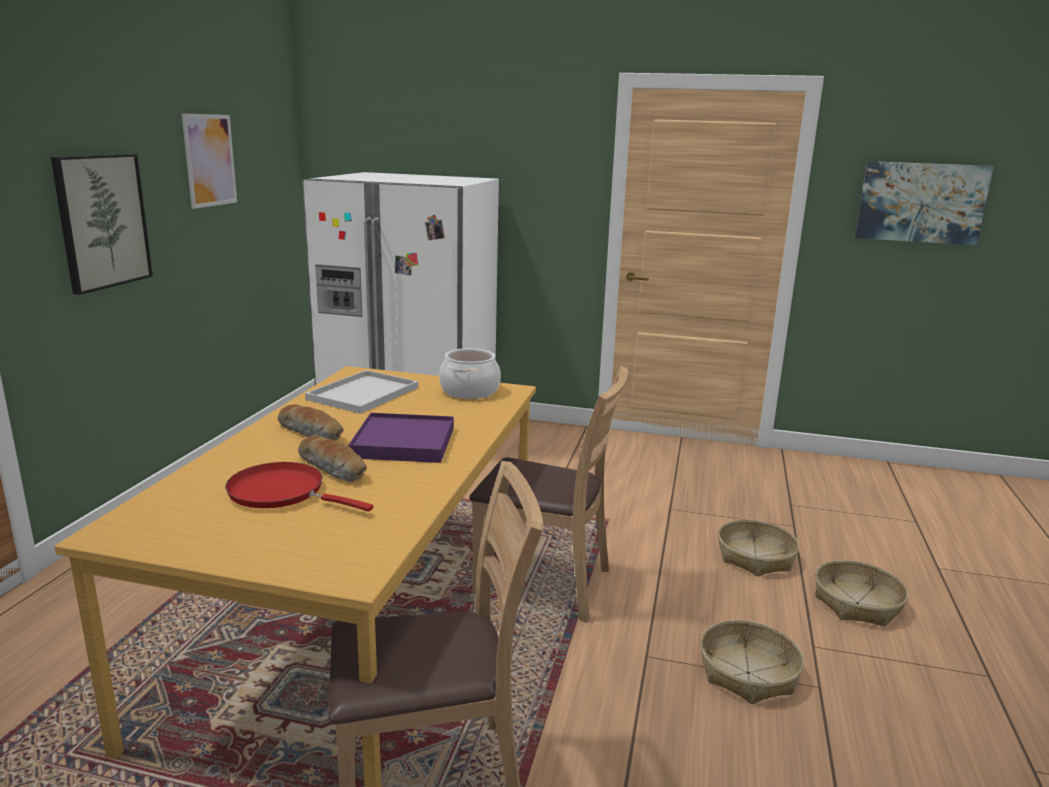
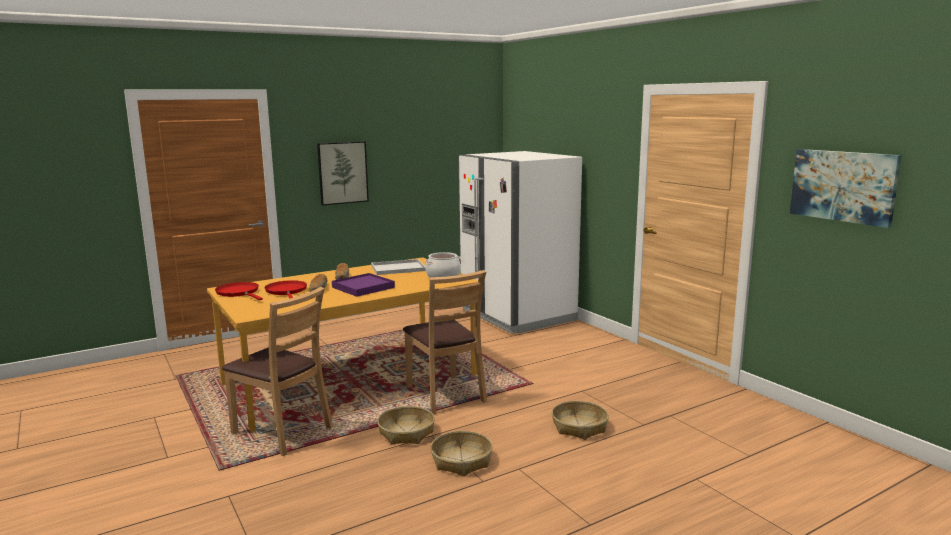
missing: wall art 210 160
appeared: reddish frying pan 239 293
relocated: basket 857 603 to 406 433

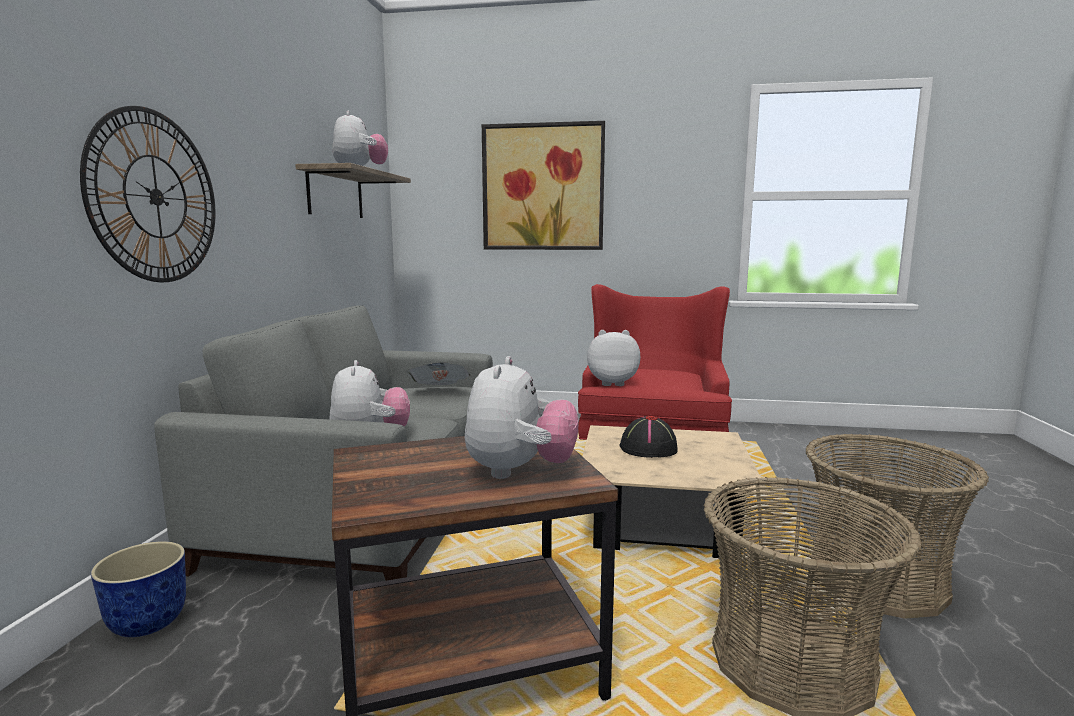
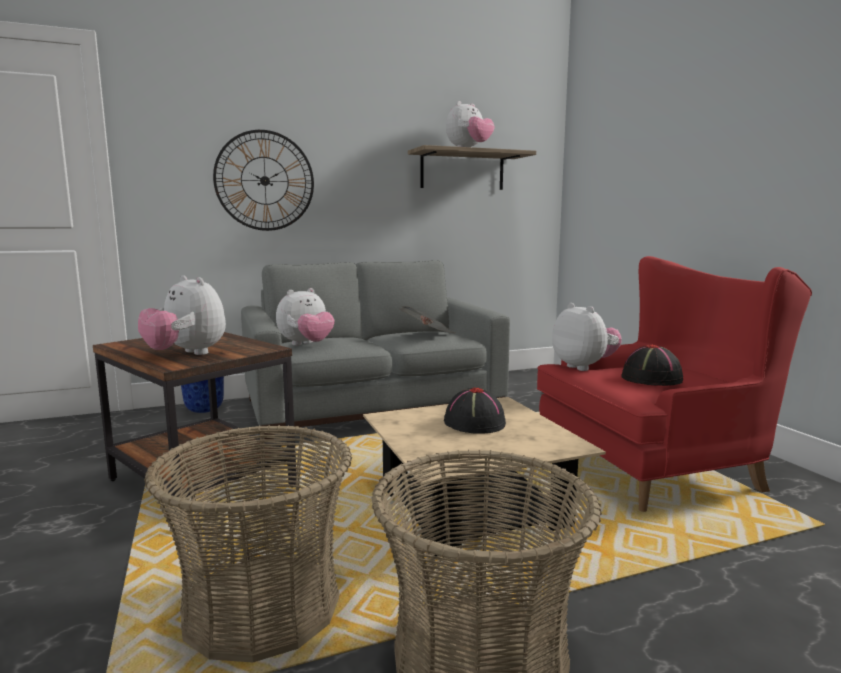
missing: wall art 543 187
appeared: blackish clothing hat 652 378
spun: soft toy 519 471 = 186 354 60 degrees clockwise

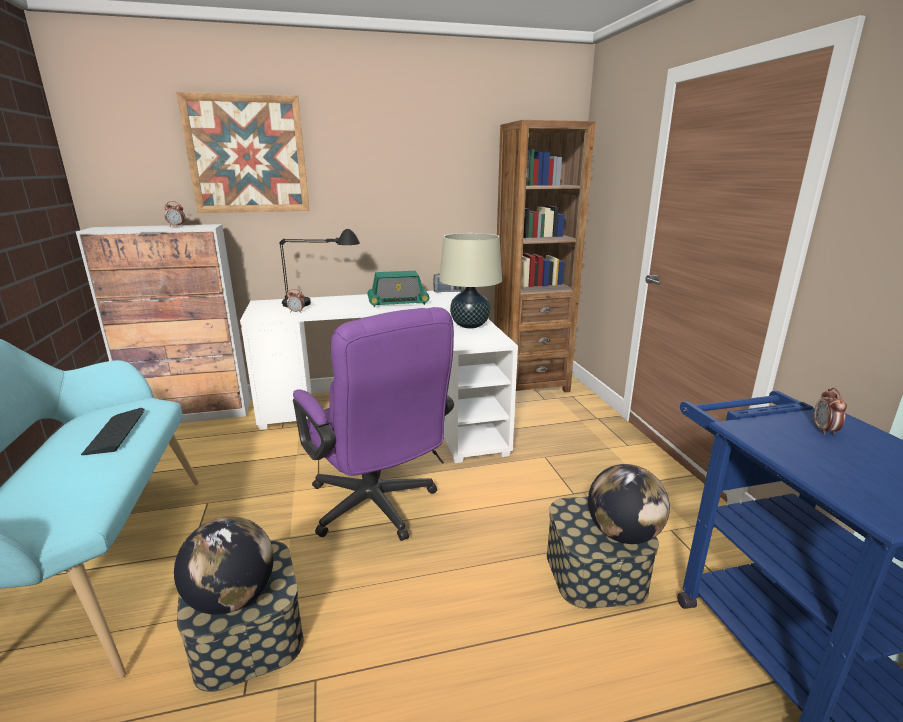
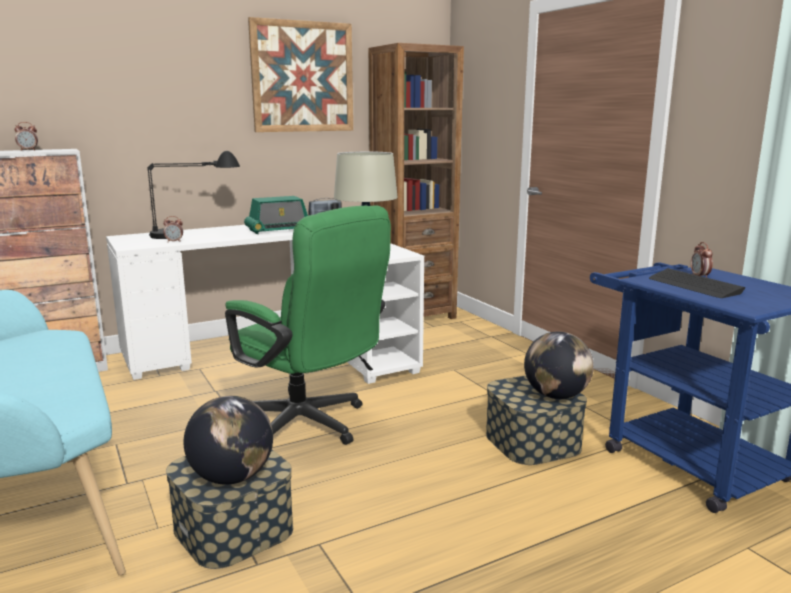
relocated: computer keyboard 115 432 to 694 285; wall art 247 155 to 302 77
colour: purplish office chair 377 509 to green office chair 308 426

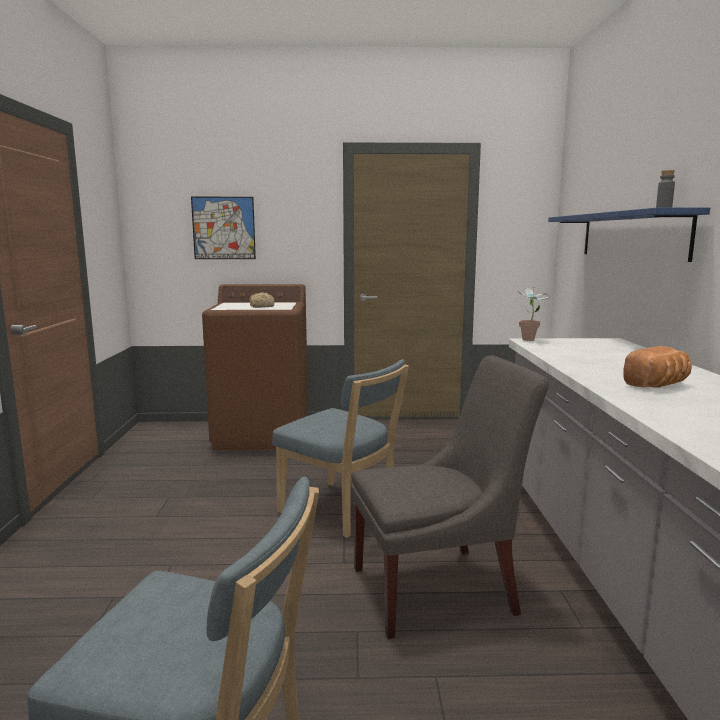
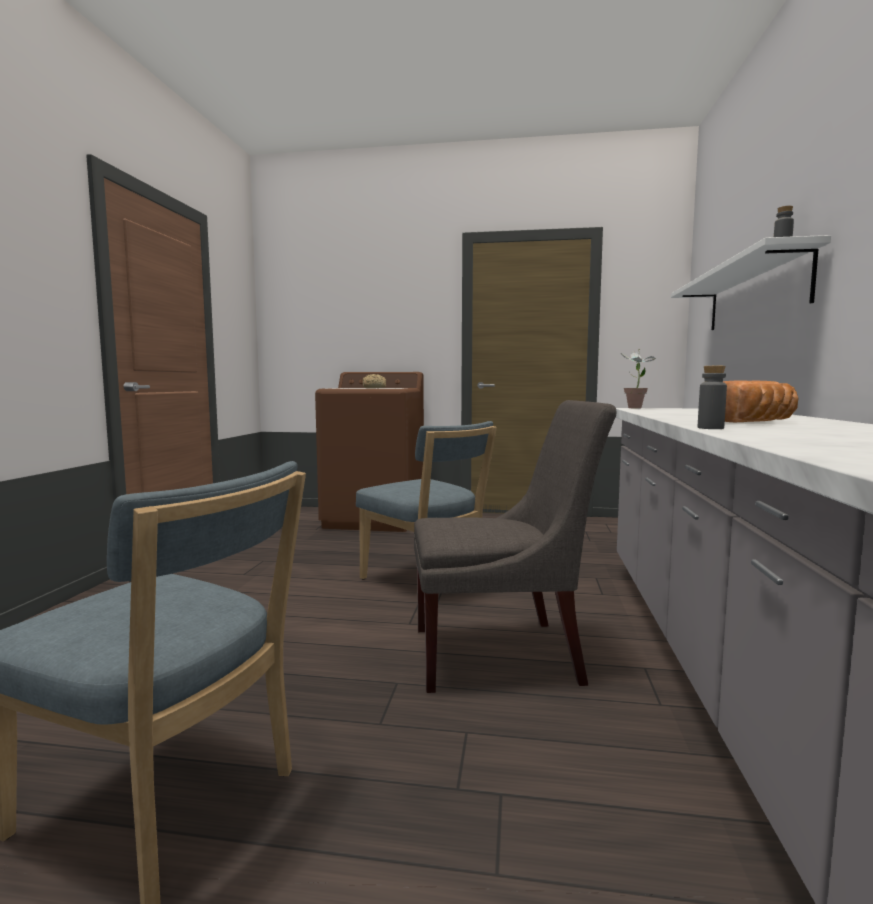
missing: wall art 223 228
appeared: grey beverage bottle 710 428
colour: blue bracket shelf 631 235 to whitish bracket shelf 754 295

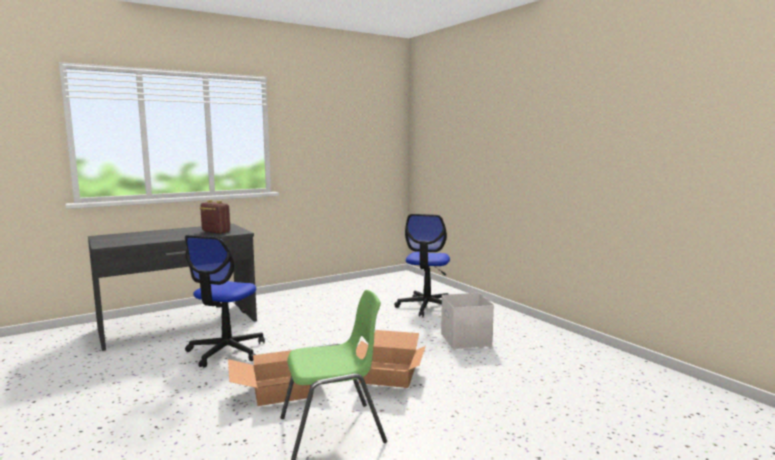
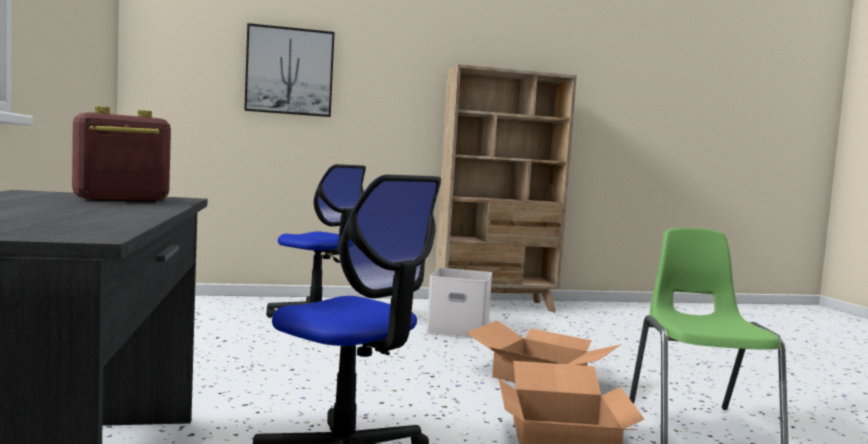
appeared: wall art 289 71; beige-coloured shelving unit 495 306

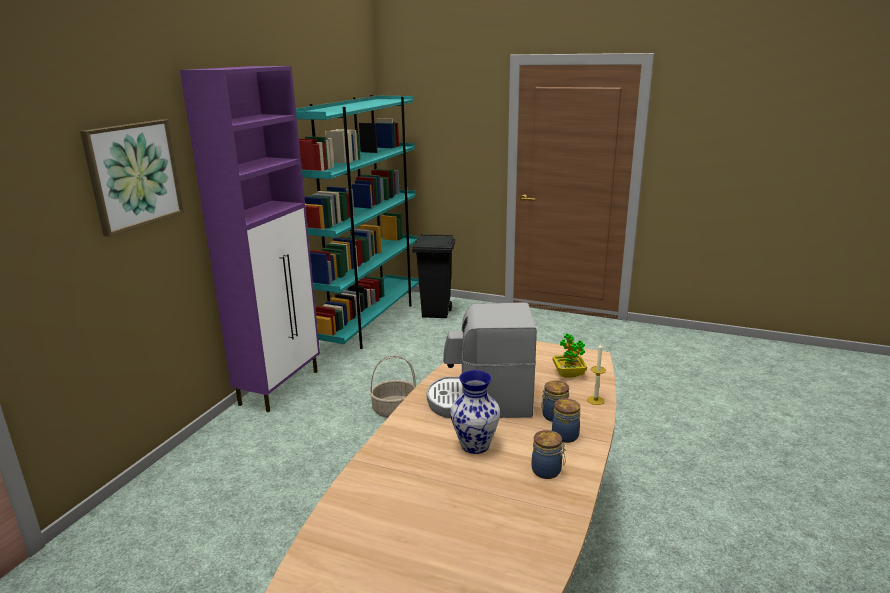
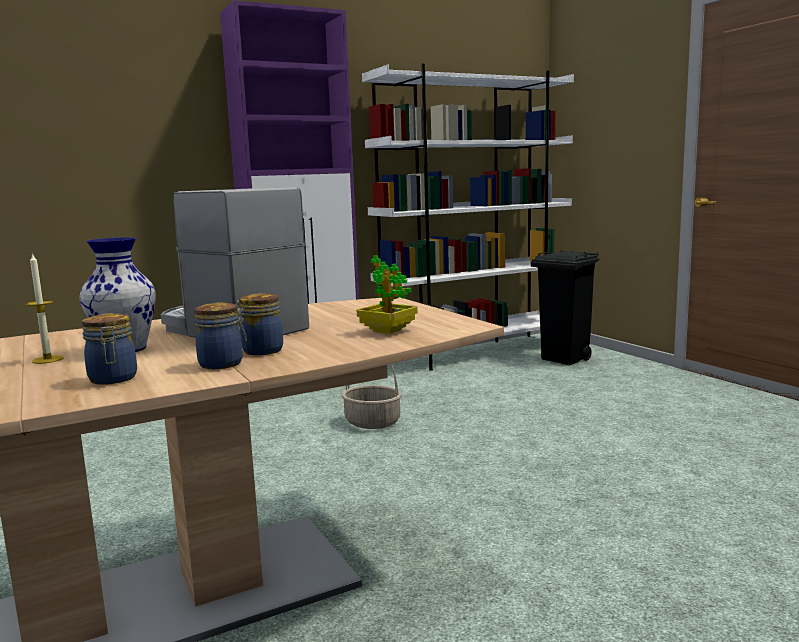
missing: wall art 133 175
relocated: wax candle 595 400 to 47 359
colour: turquoise-coloured shelving unit 368 322 to whitish shelving unit 475 353

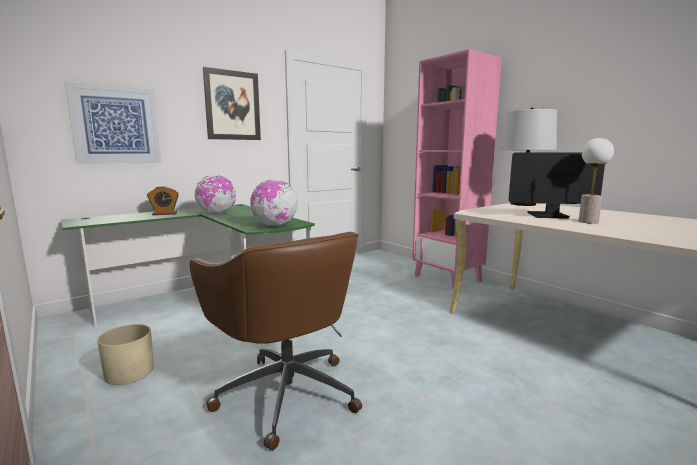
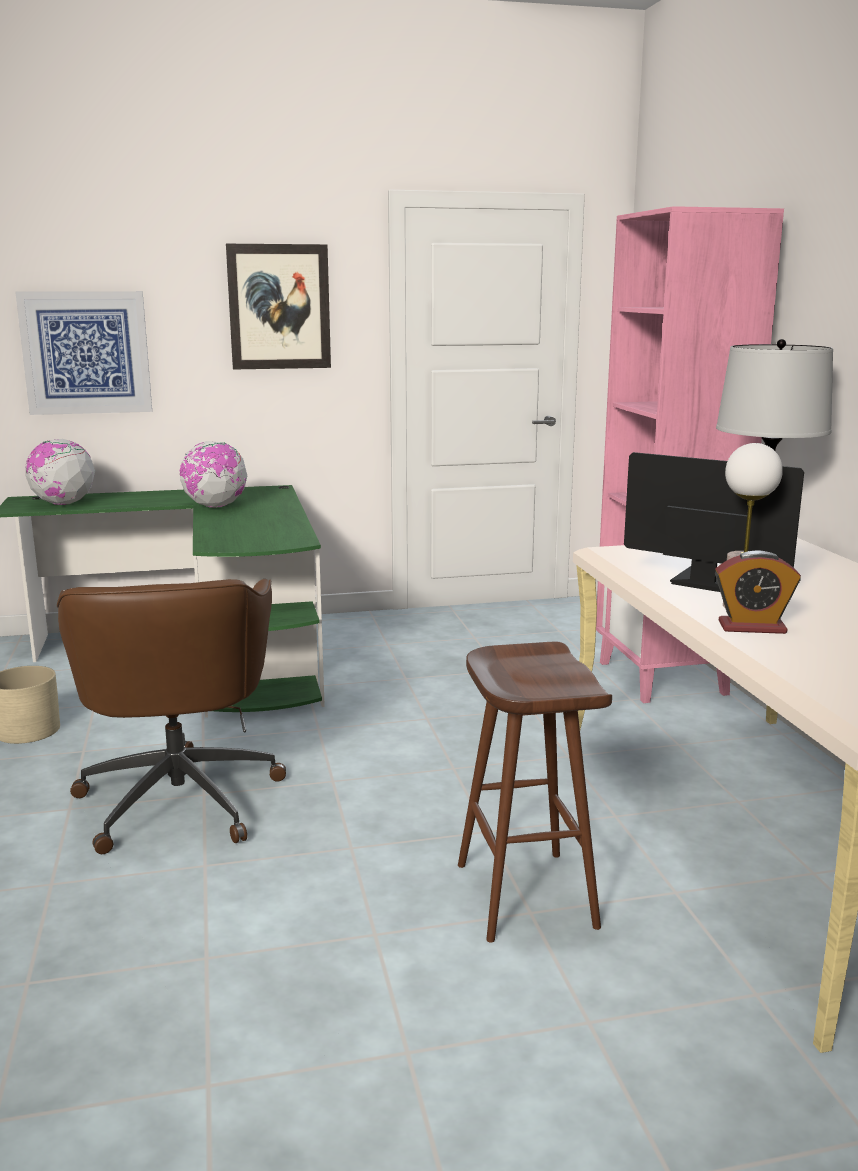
appeared: brown sitting stool 523 894
relocated: bedside clock 165 214 to 752 627; world globe 275 225 to 63 504

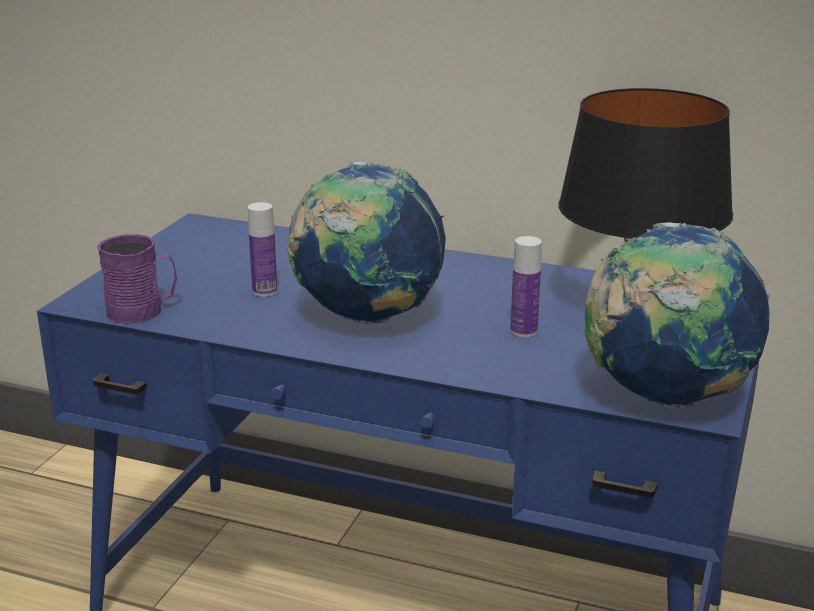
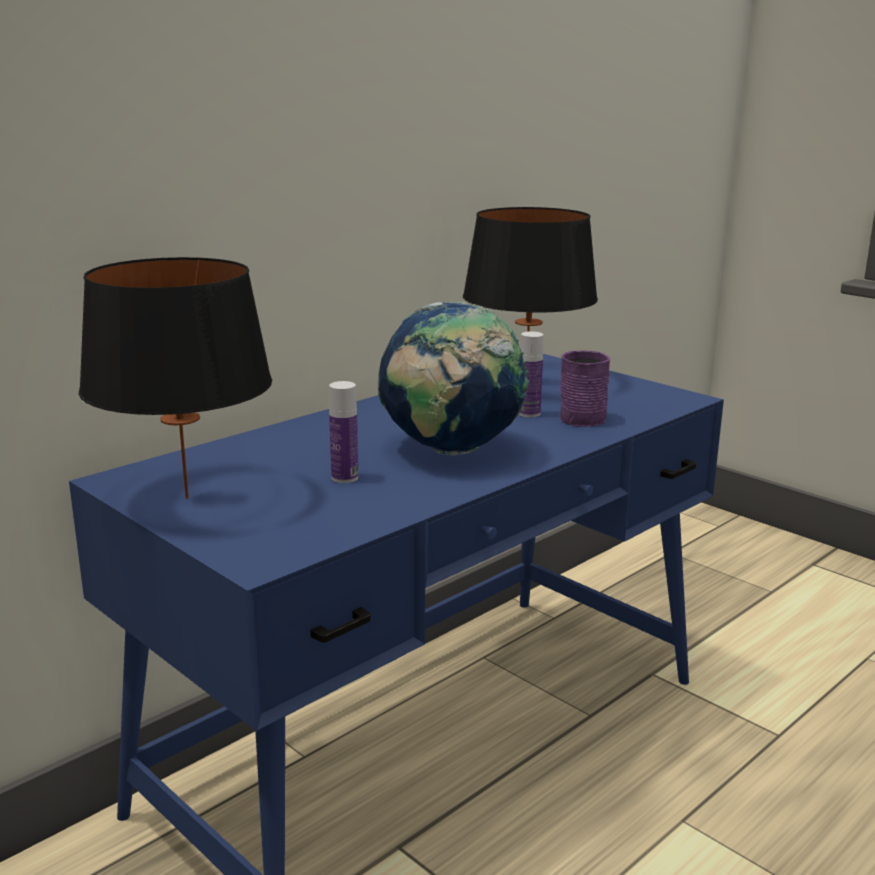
missing: world globe 665 398
appeared: blackish lamp for a table 186 497
relocated: purplish mug 142 310 to 582 416

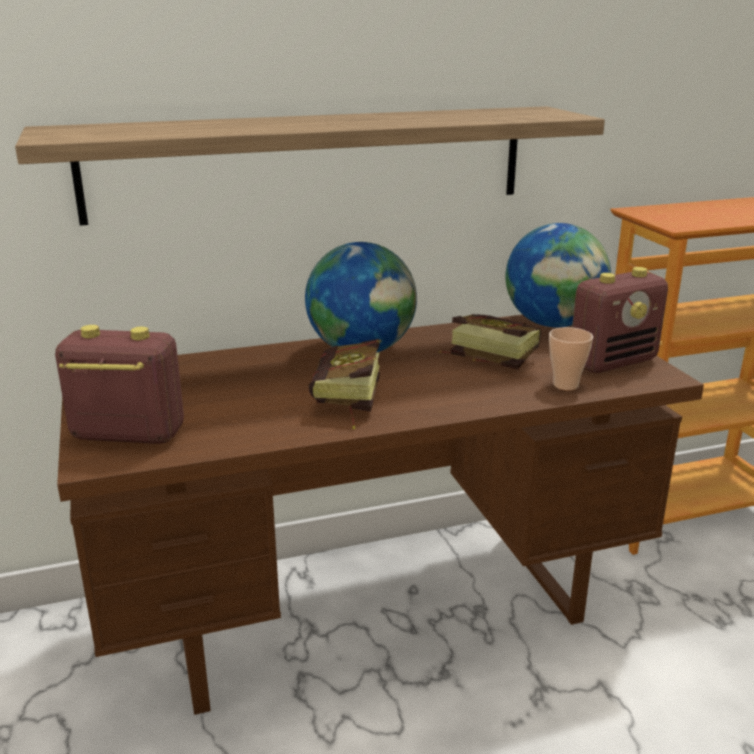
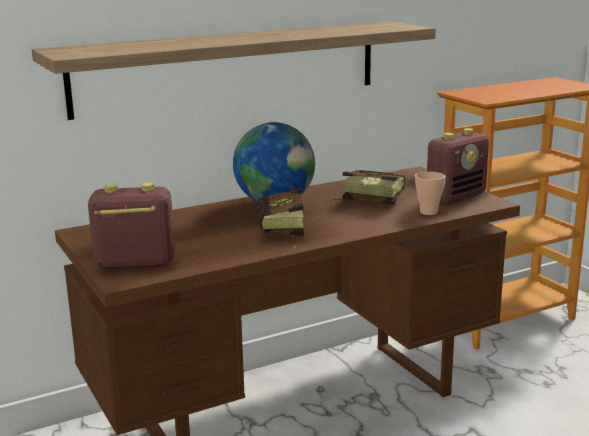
missing: world globe 553 324

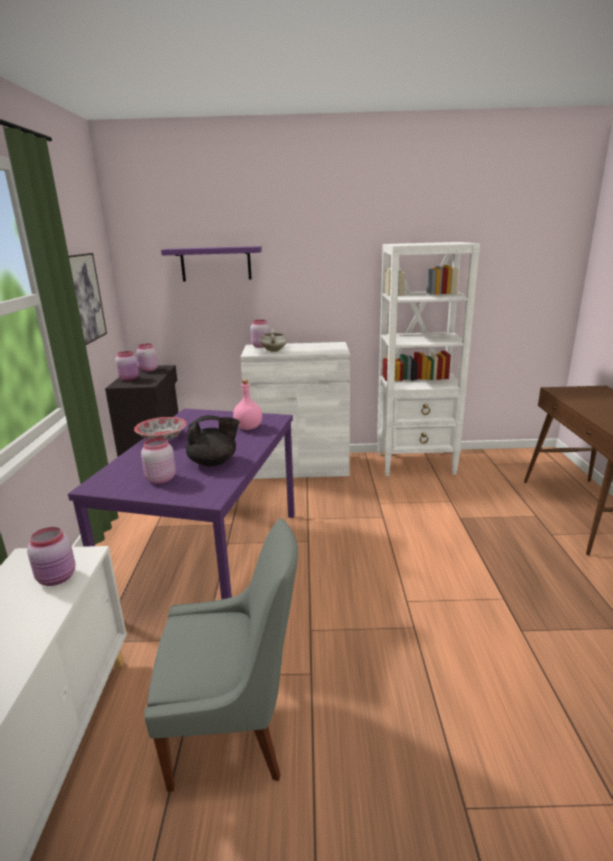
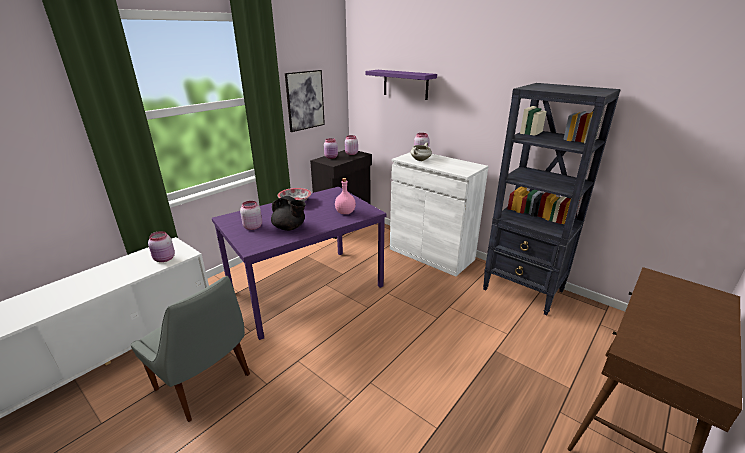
colour: whitish shelving unit 416 463 to blackish shelving unit 523 290

